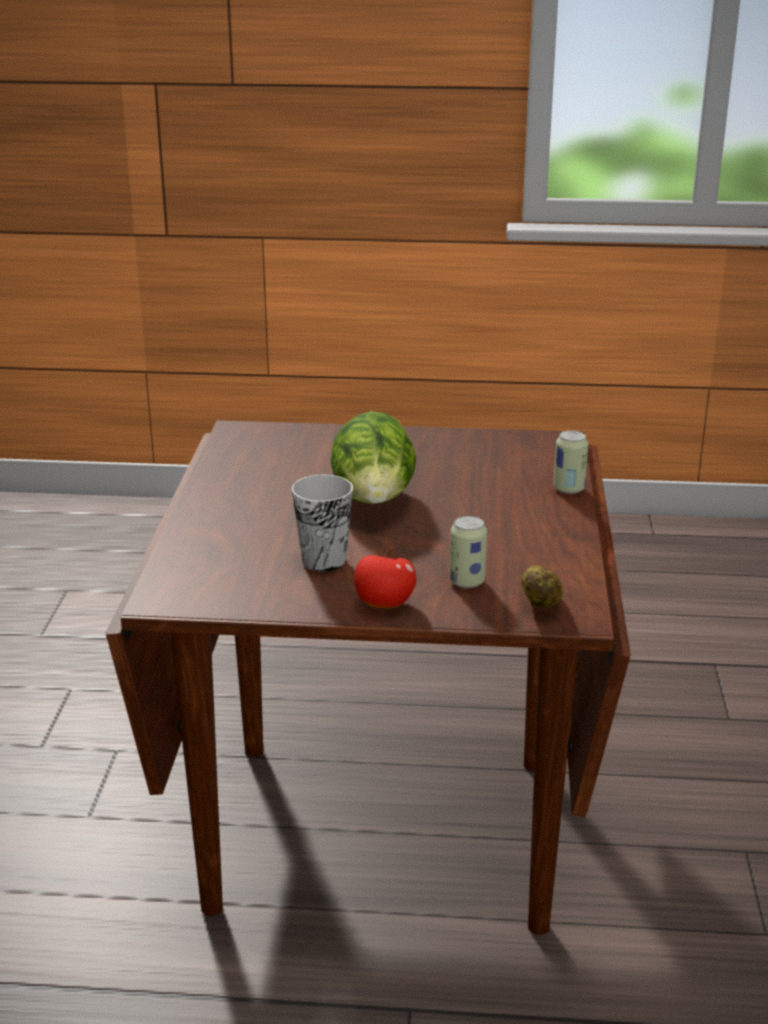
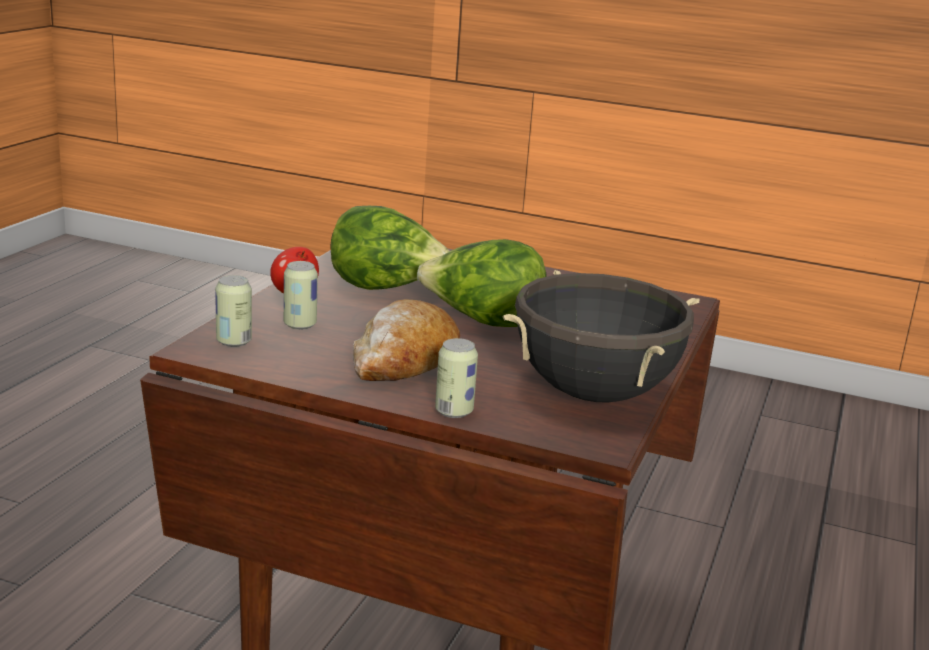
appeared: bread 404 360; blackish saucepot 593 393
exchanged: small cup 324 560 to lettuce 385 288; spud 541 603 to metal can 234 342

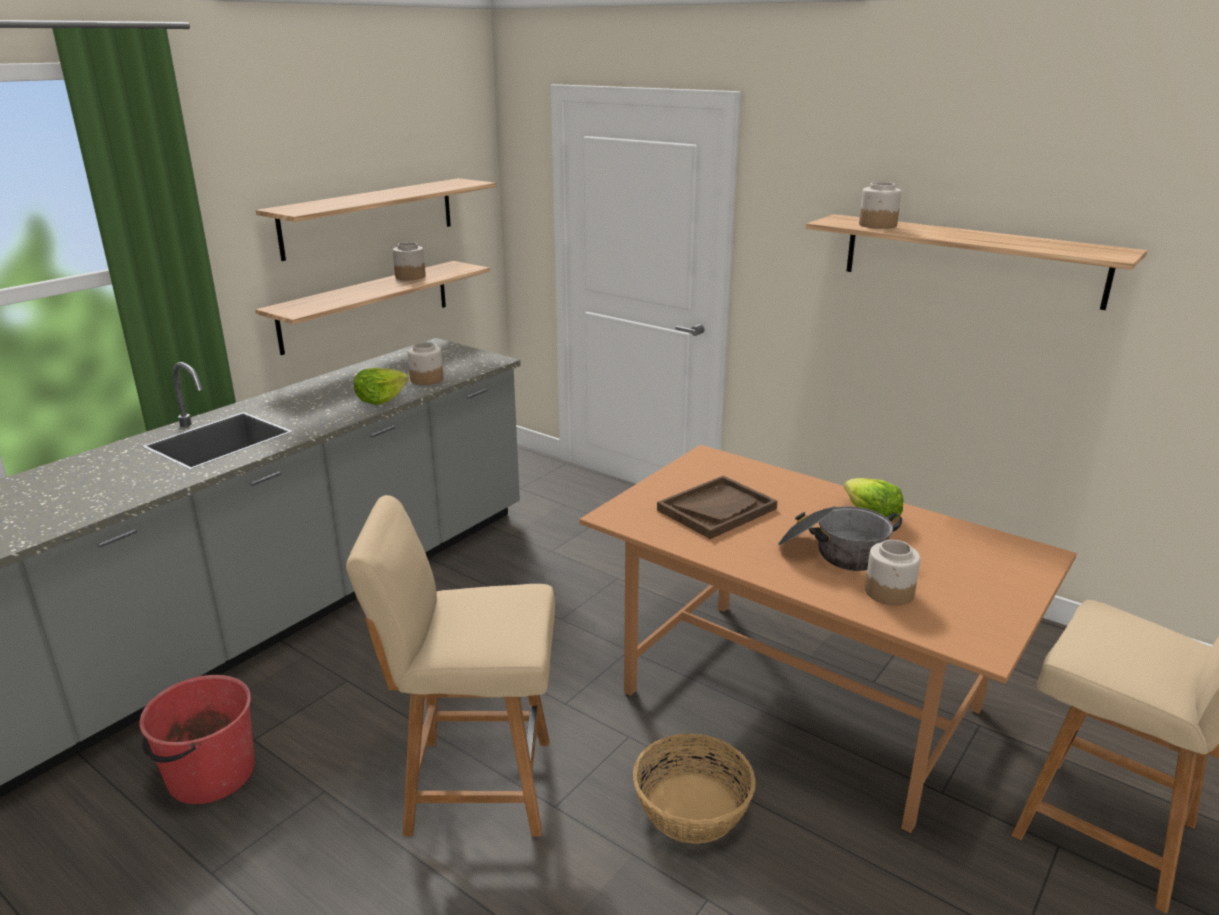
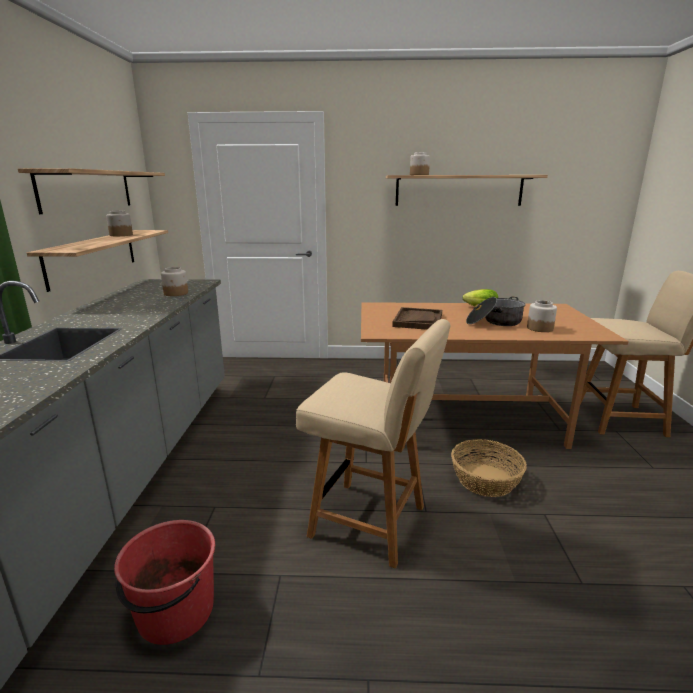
missing: lettuce 380 399
spun: beige-coloured upright chair 475 785 = 370 522 120 degrees counterclockwise

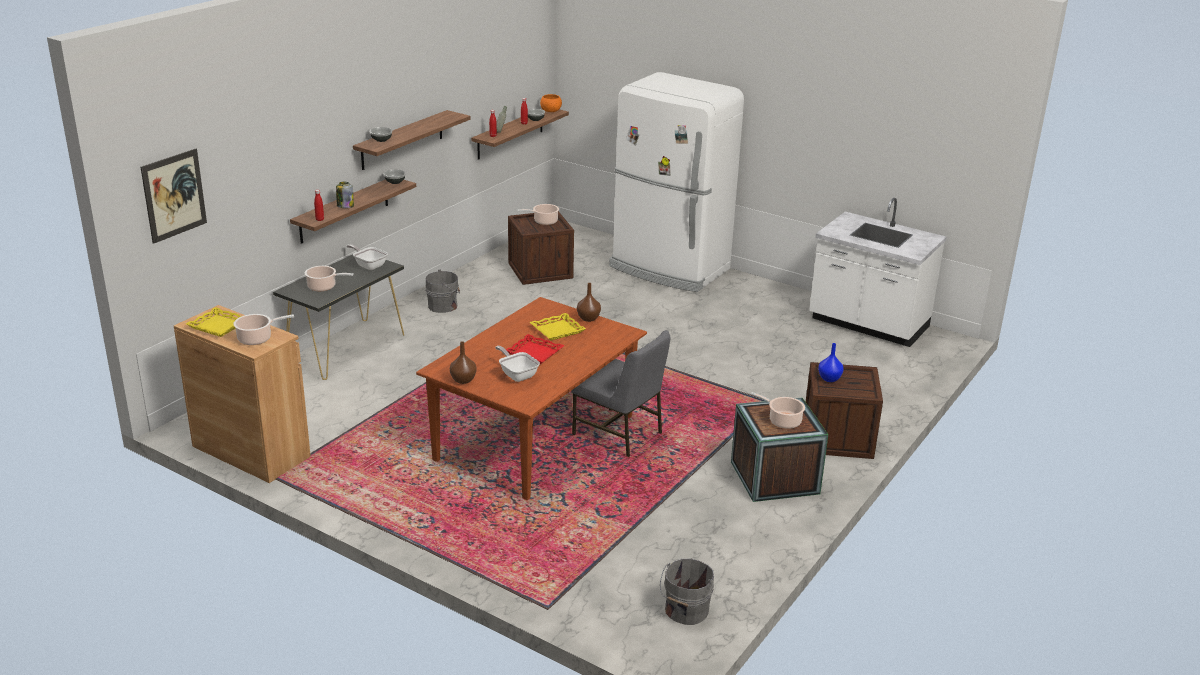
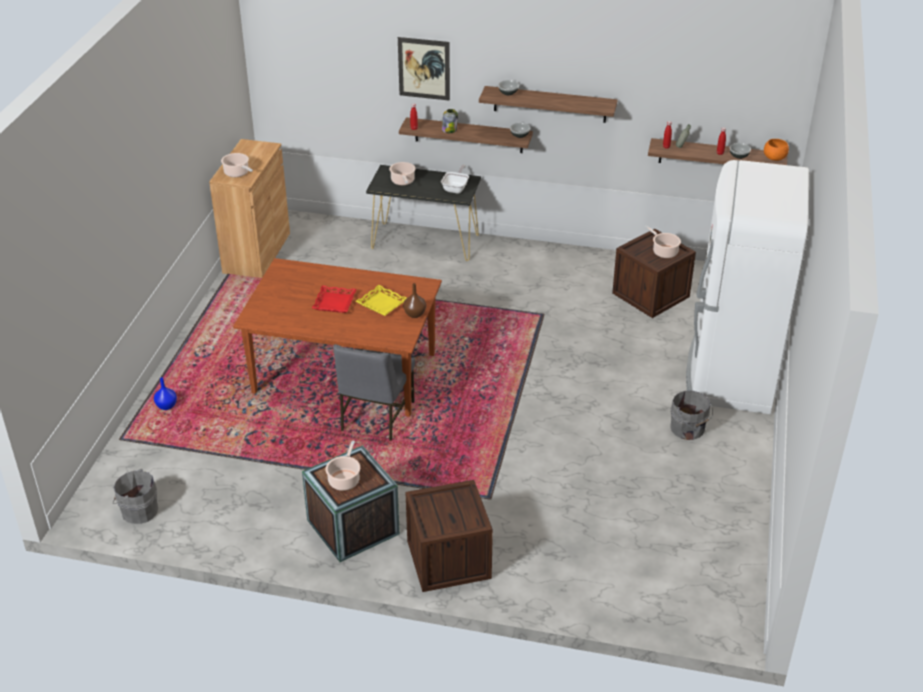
missing: yellow carrying tray 218 326; brown decorative vase 463 380; frying pan 517 374; whitish kitchen base unit 868 324
relocated: wall art 174 195 to 424 68; grey bucket 444 306 to 688 429; blue decorative vase 829 379 to 166 406

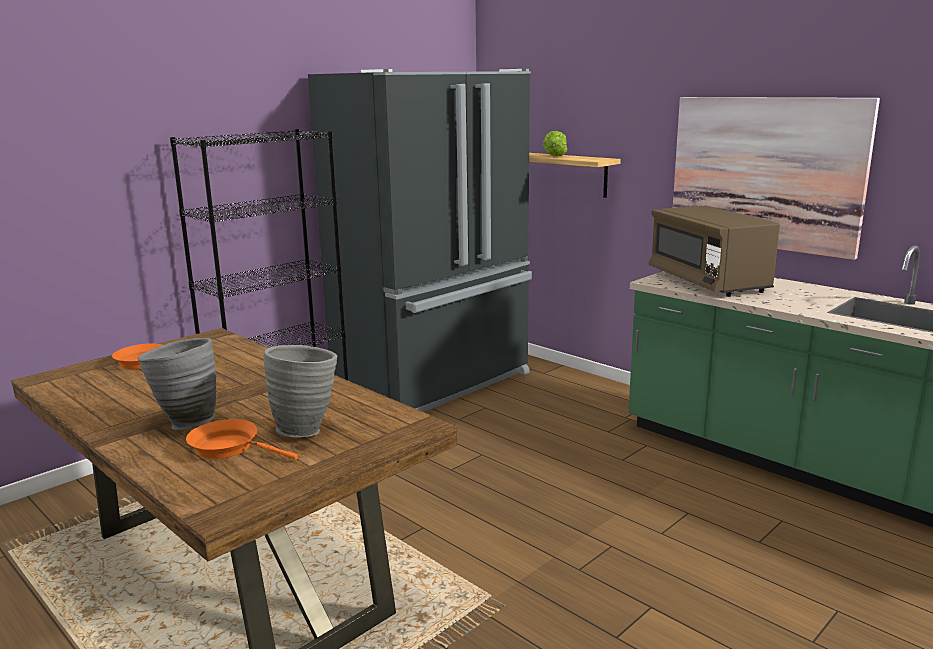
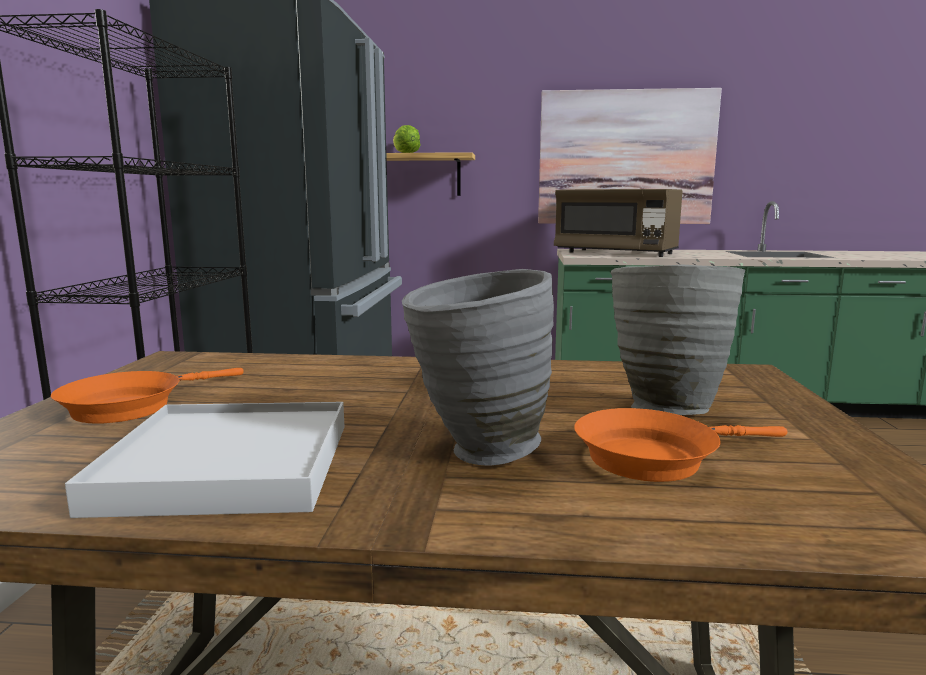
appeared: whitish carrying tray 229 465

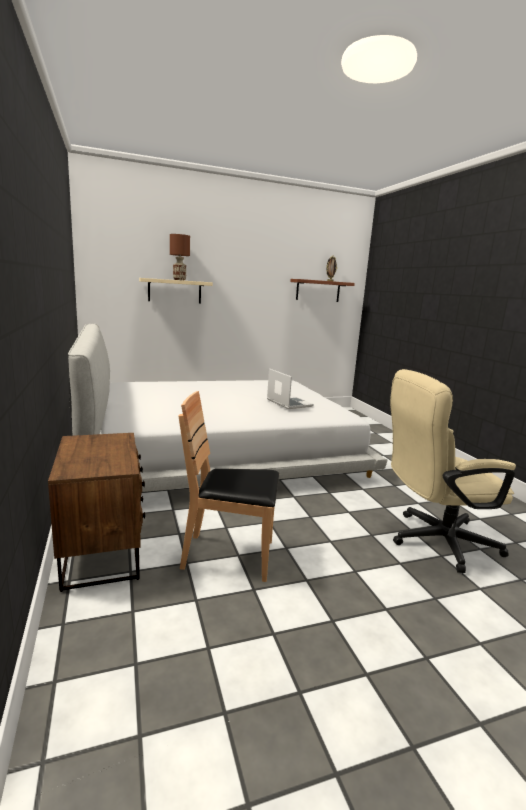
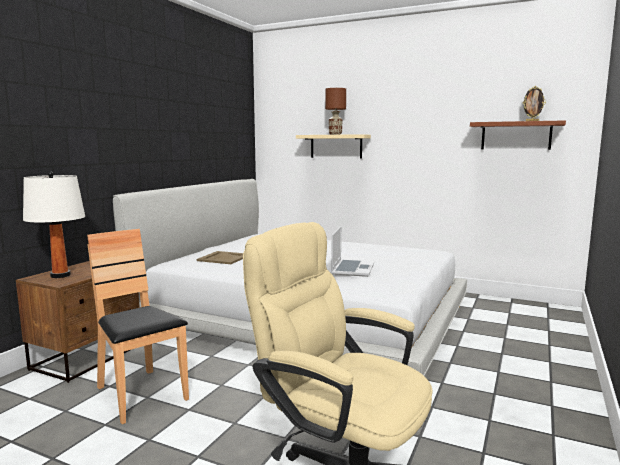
appeared: whitish lamp for a table 60 275; beige-coloured carrying tray 224 258

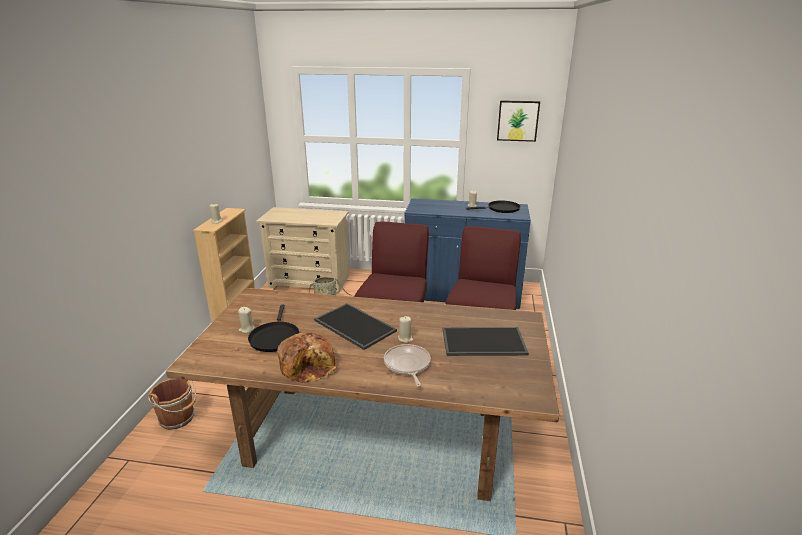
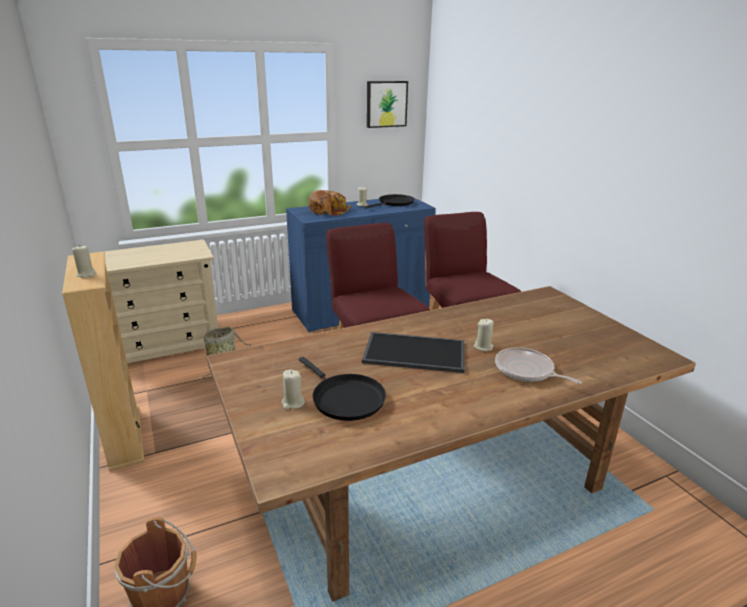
missing: carrying tray 483 342
relocated: bread 308 365 to 328 210

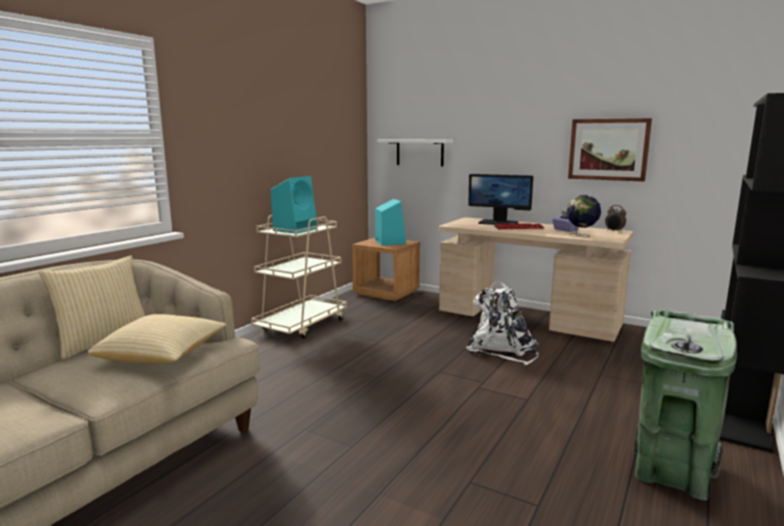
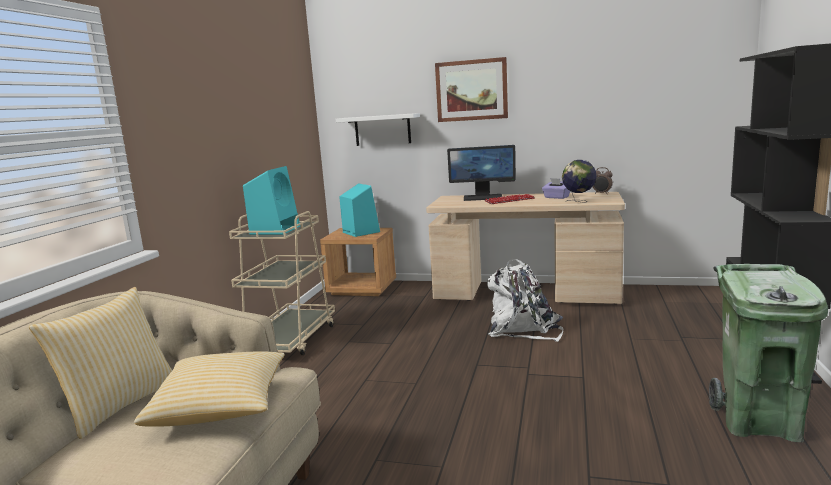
relocated: wall art 608 149 to 471 90

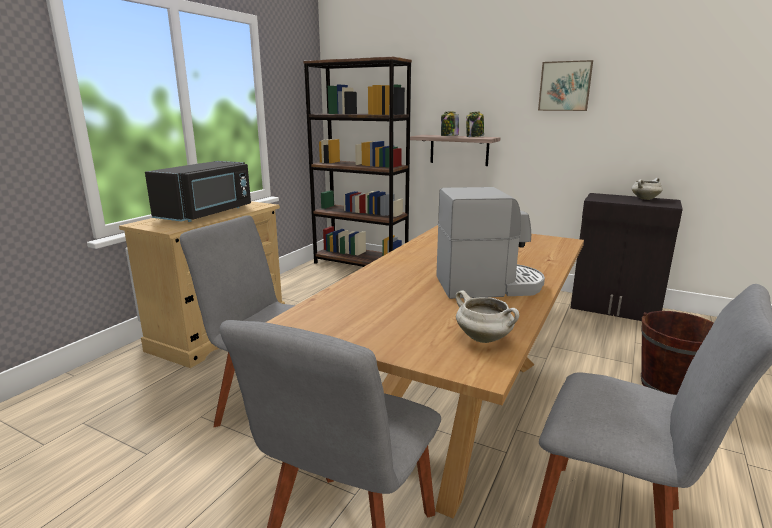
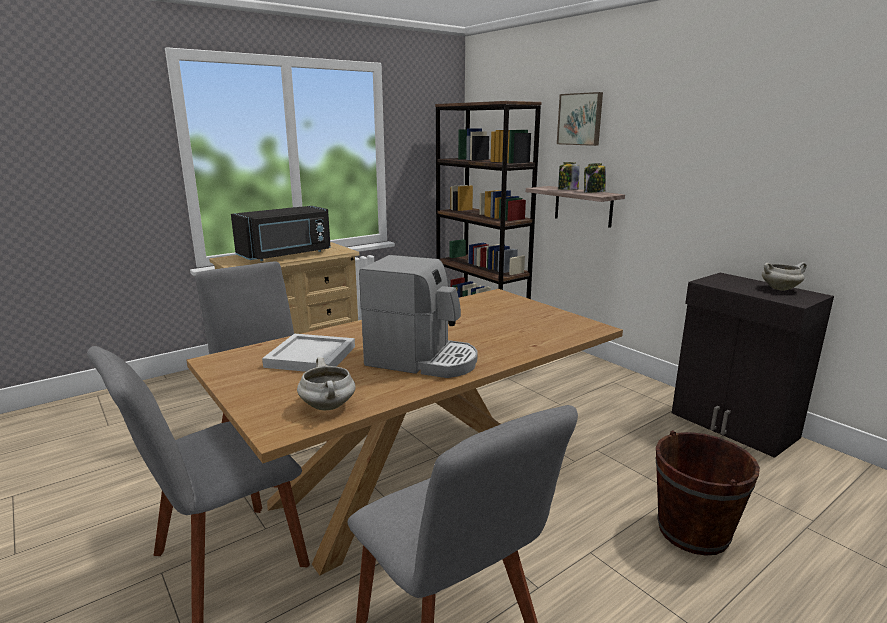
appeared: whitish carrying tray 309 357
relocated: wall art 565 86 to 580 119

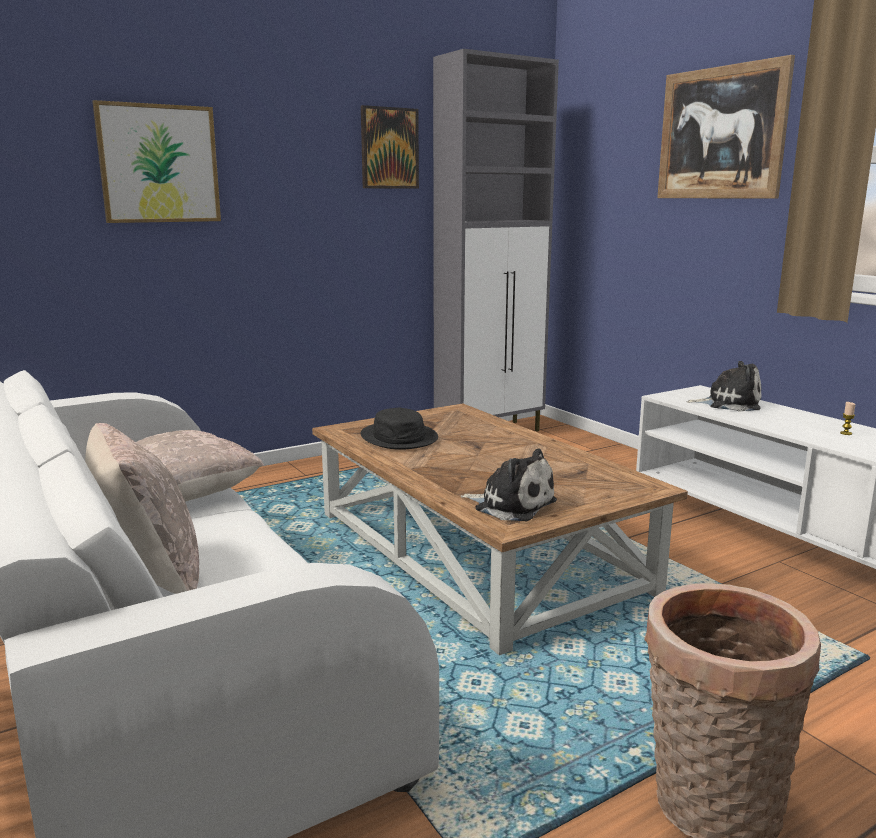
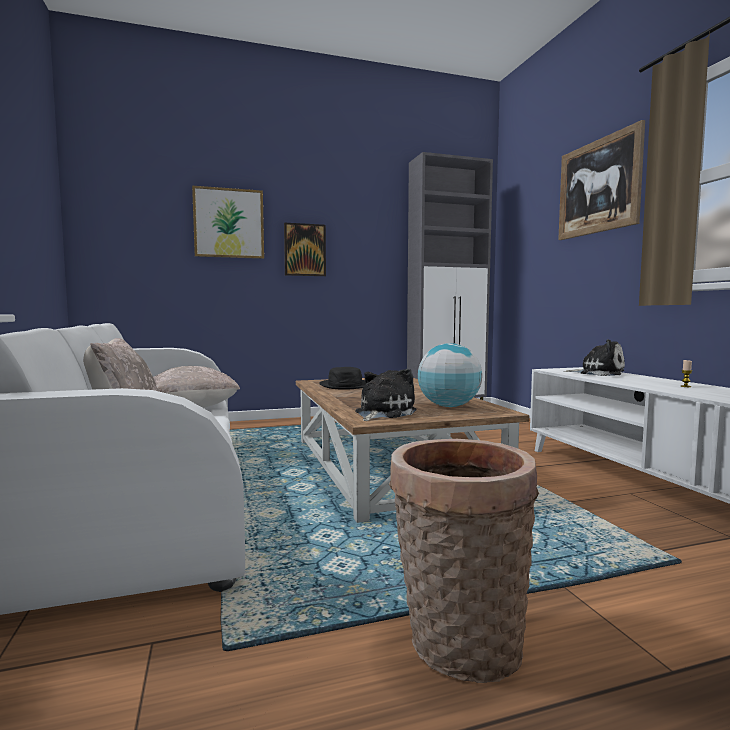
appeared: world globe 448 406
relocated: wall art 389 148 to 304 250
spun: soft toy 511 505 = 382 413 105 degrees counterclockwise

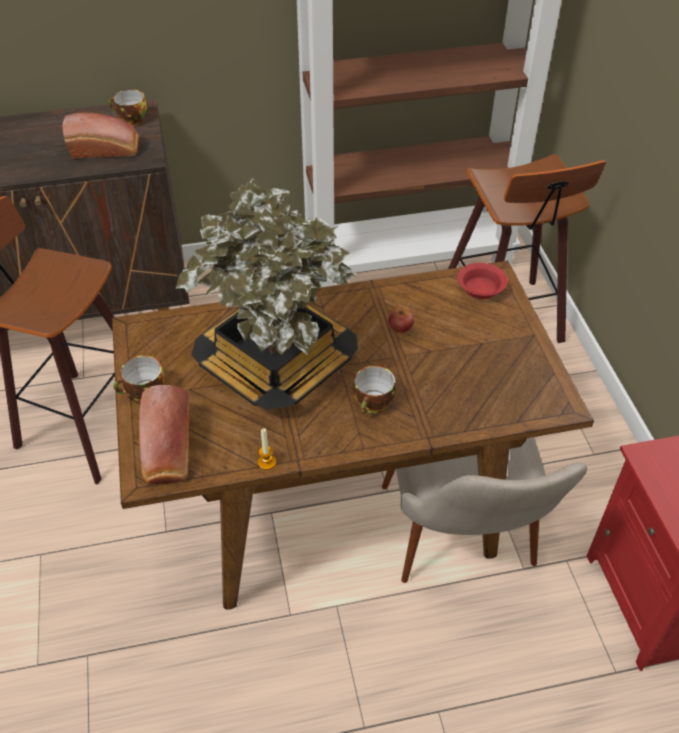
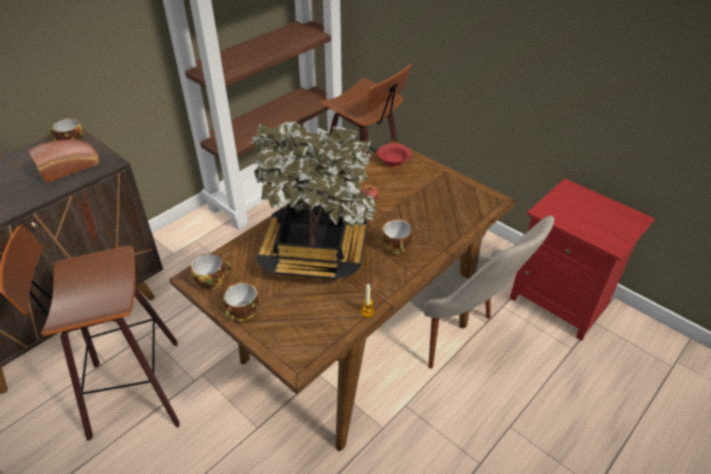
missing: bread 168 451
appeared: small cup 212 280

